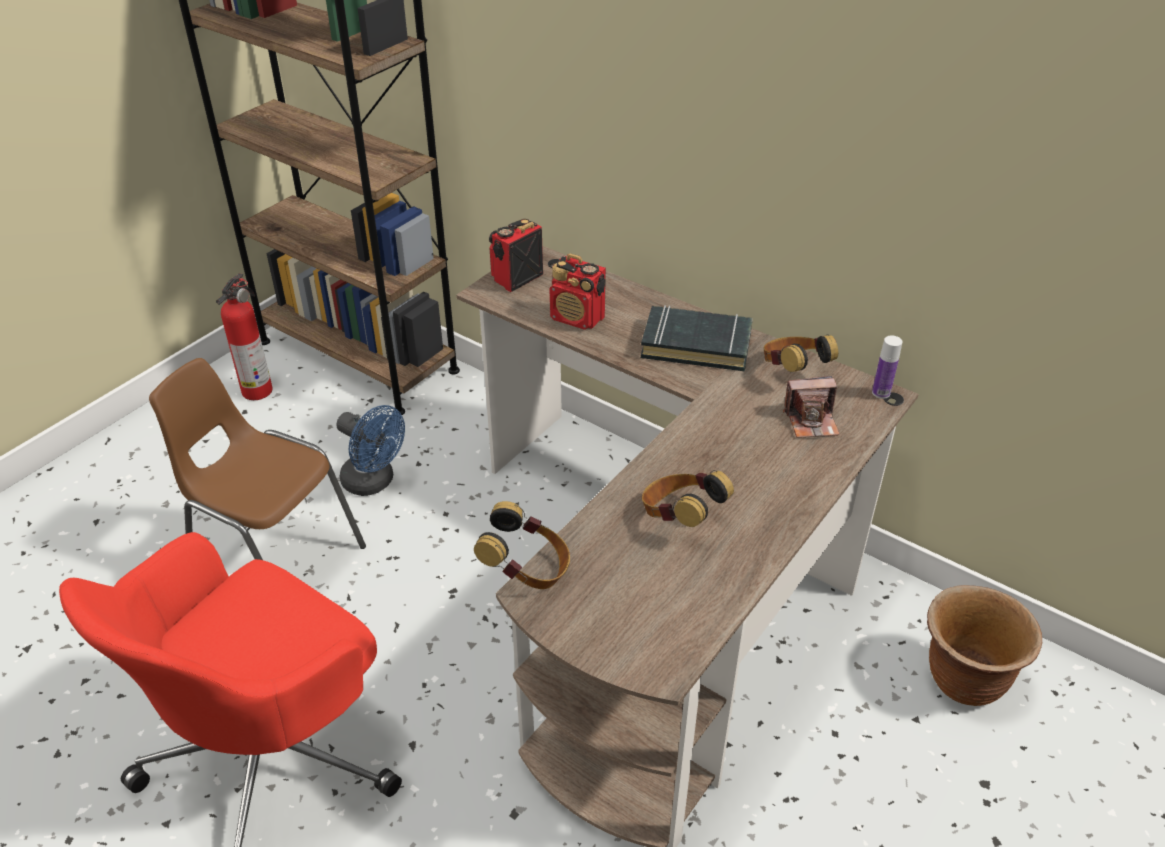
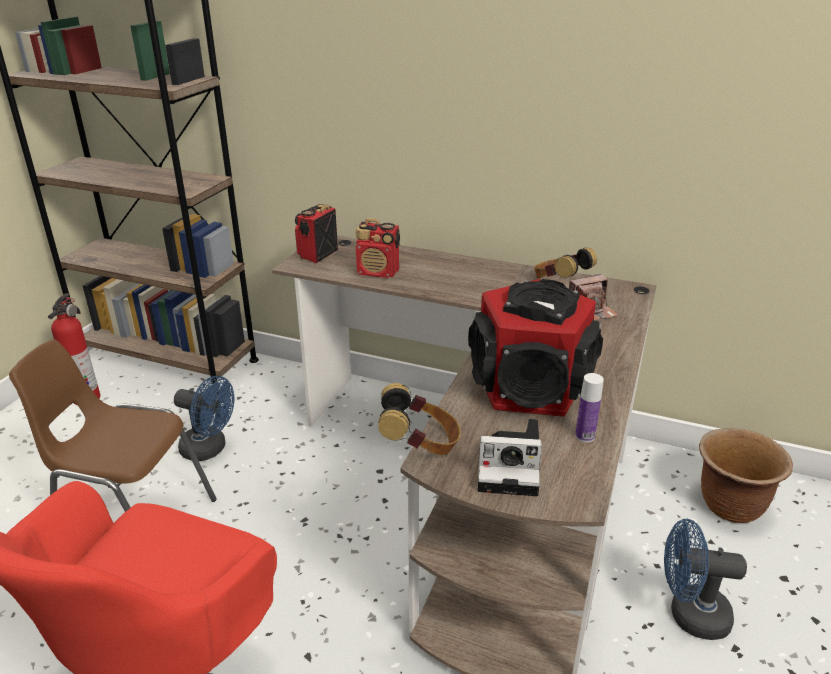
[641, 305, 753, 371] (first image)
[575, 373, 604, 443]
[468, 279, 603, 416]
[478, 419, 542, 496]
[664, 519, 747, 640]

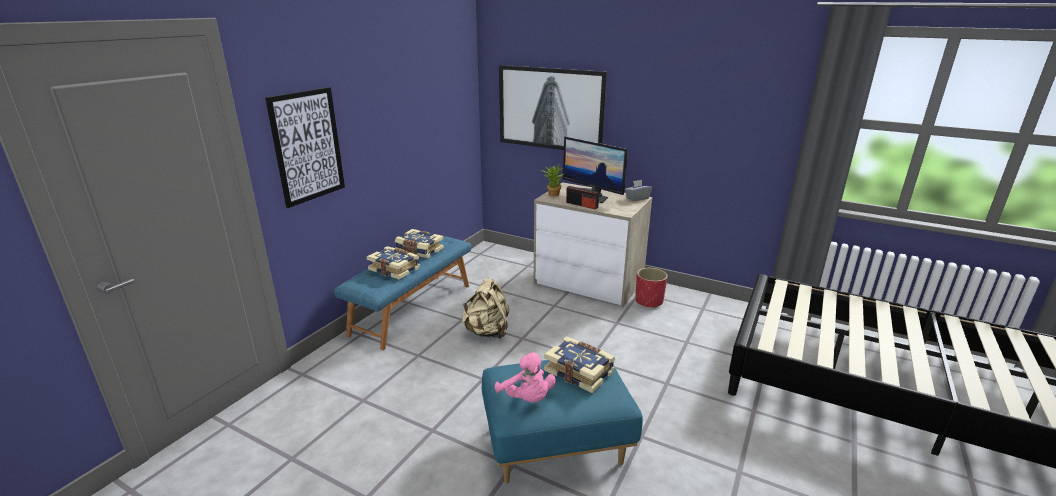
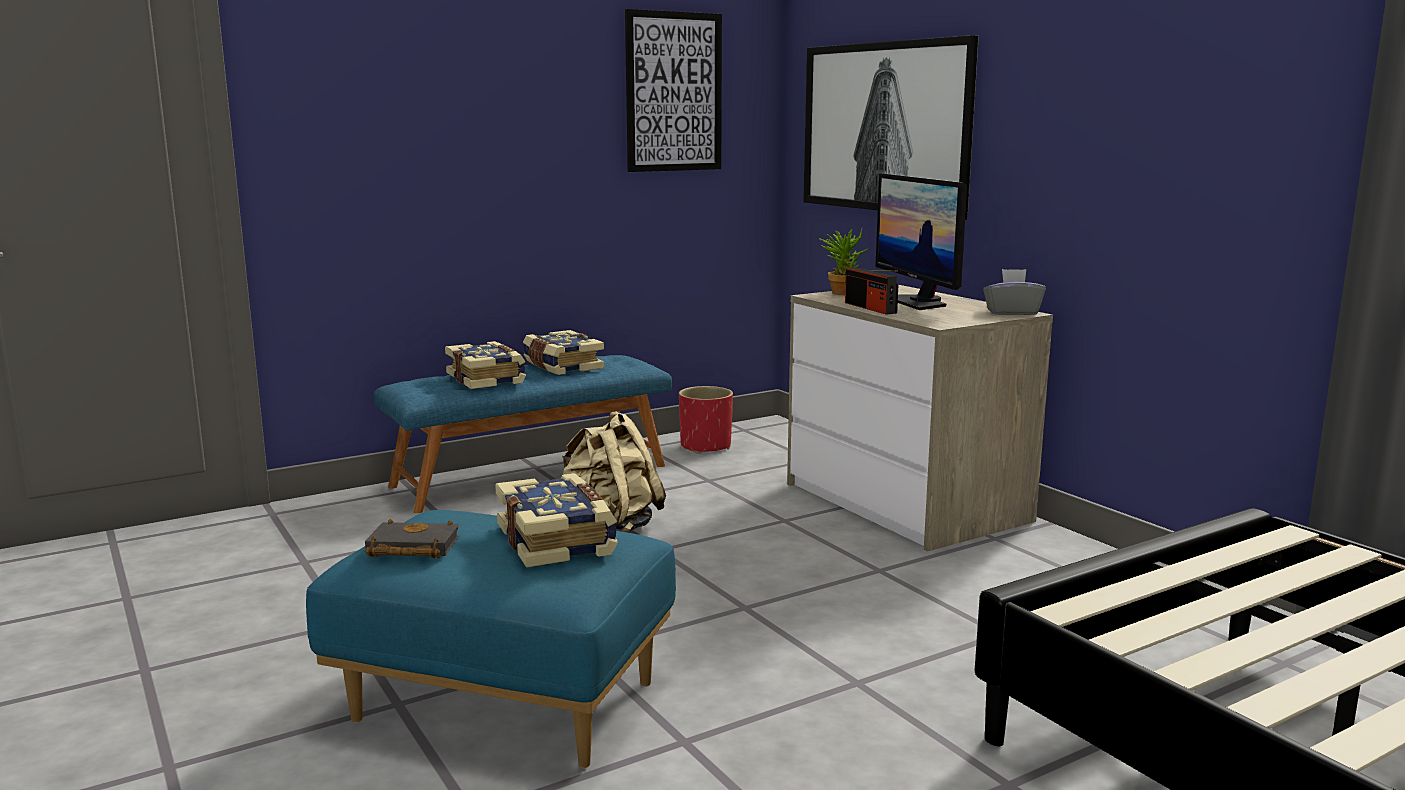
[625, 9, 722, 172]
[679, 386, 733, 454]
[365, 519, 459, 558]

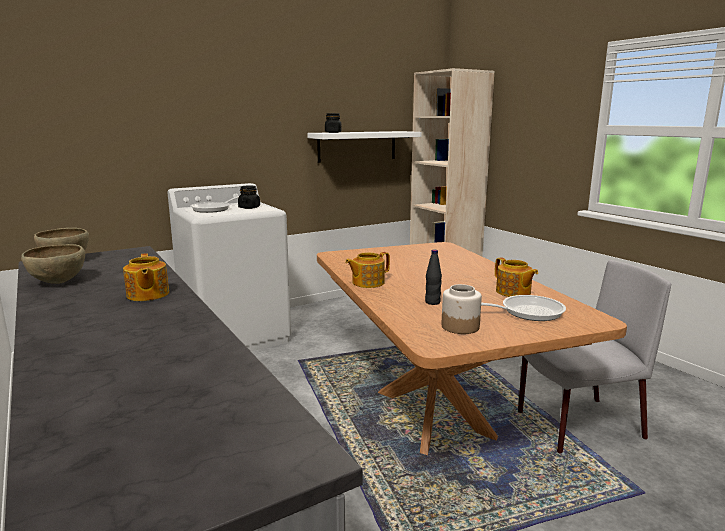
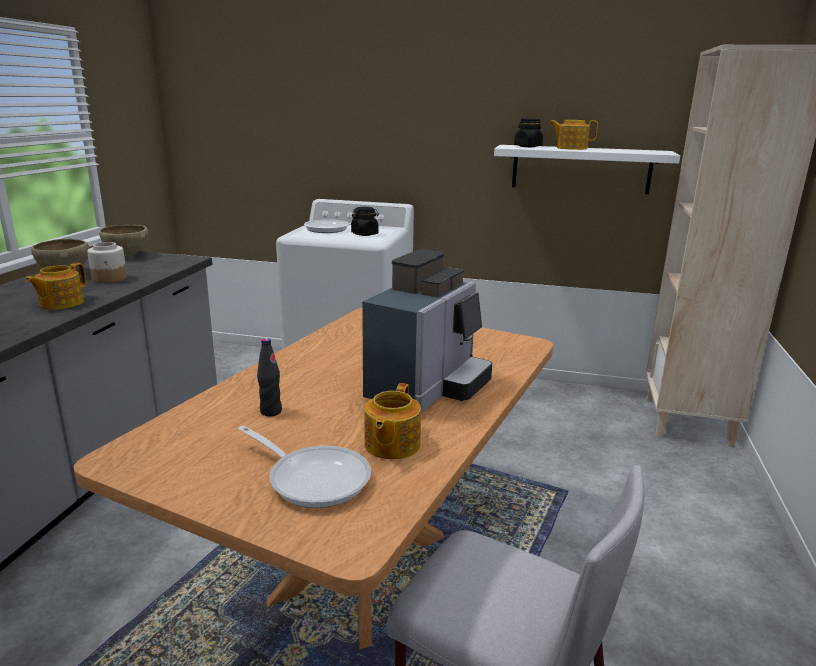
[549, 120, 598, 150]
[87, 242, 127, 283]
[362, 249, 492, 413]

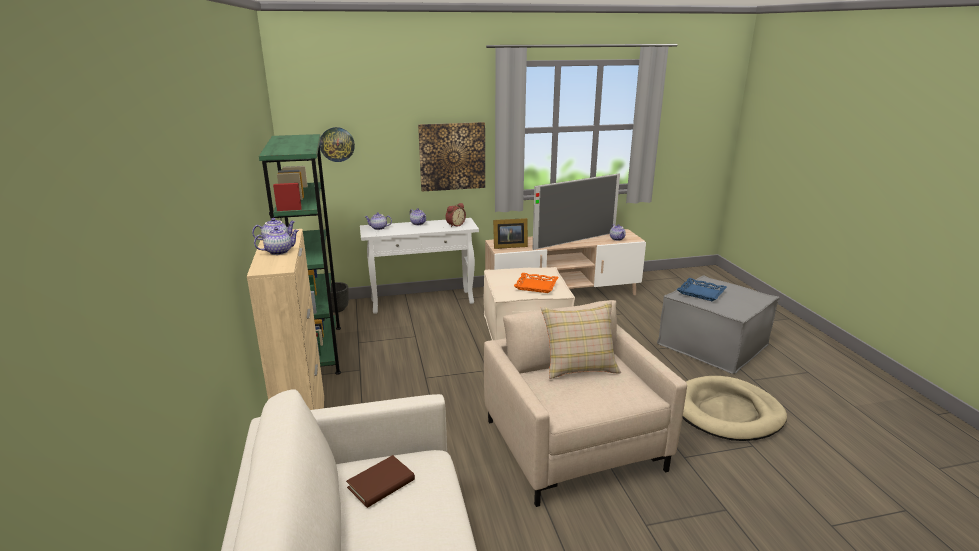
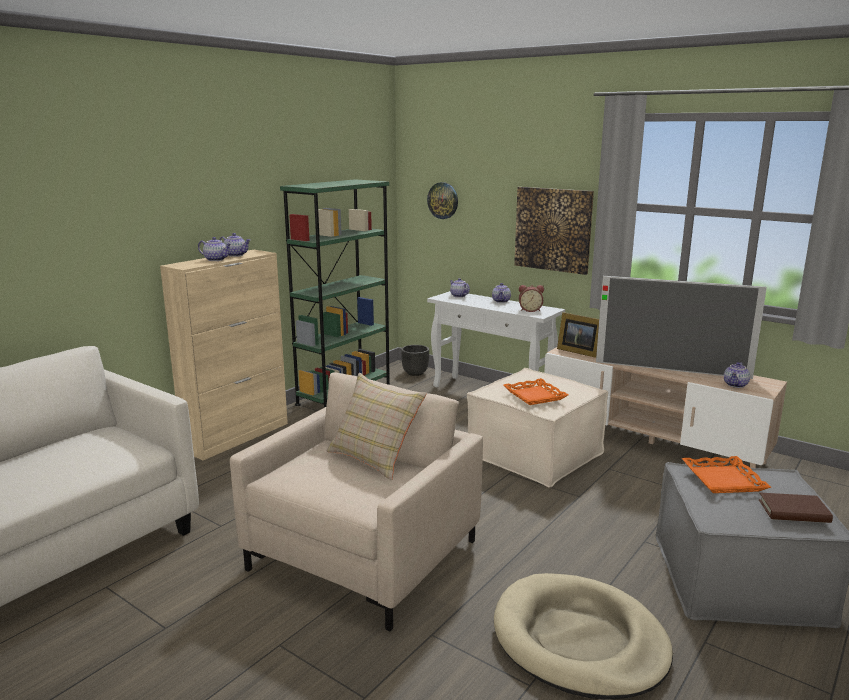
[682, 456, 771, 493]
[759, 493, 833, 523]

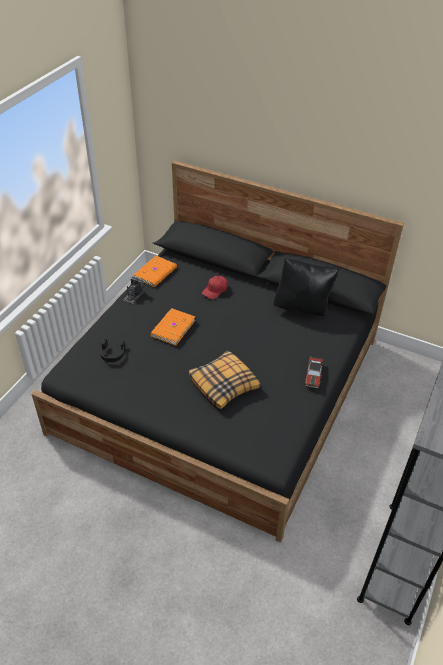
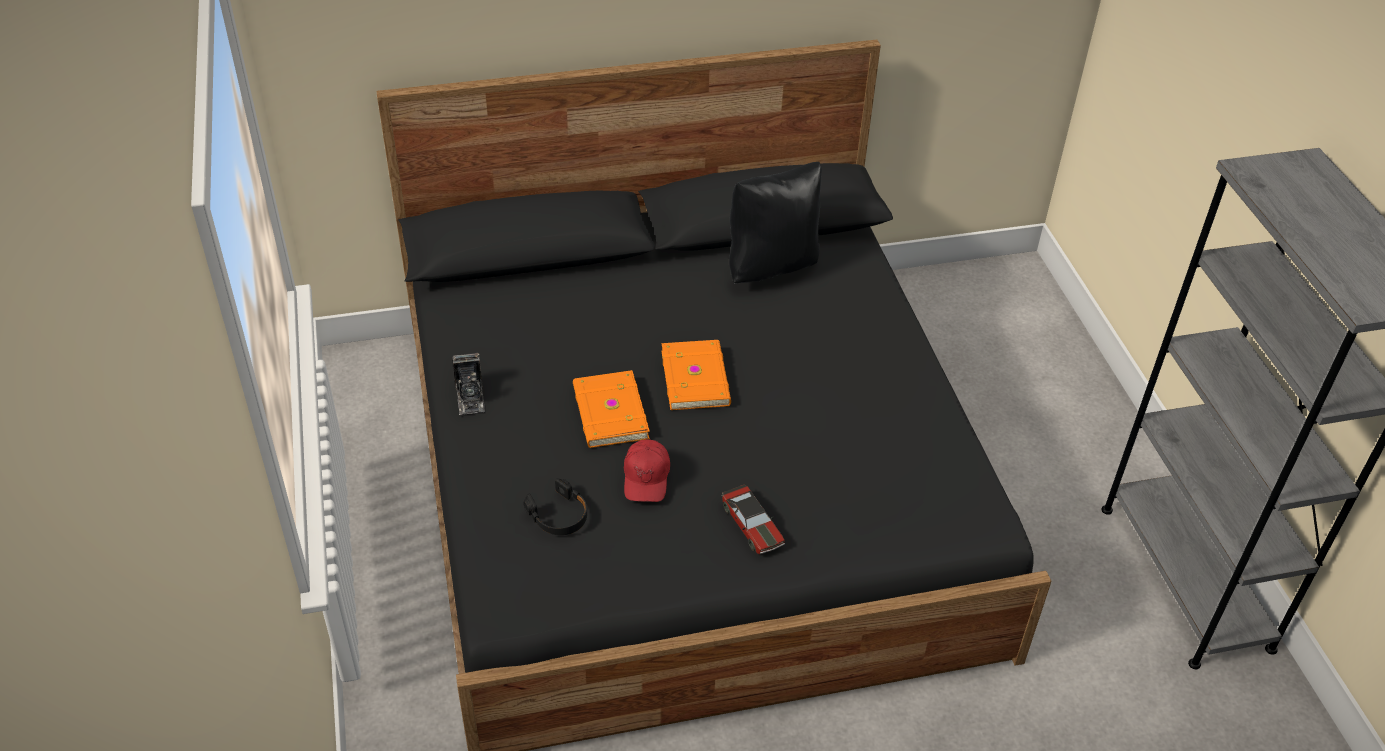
[661, 340, 731, 410]
[624, 439, 670, 502]
[188, 350, 261, 409] (first image)
[722, 484, 785, 554]

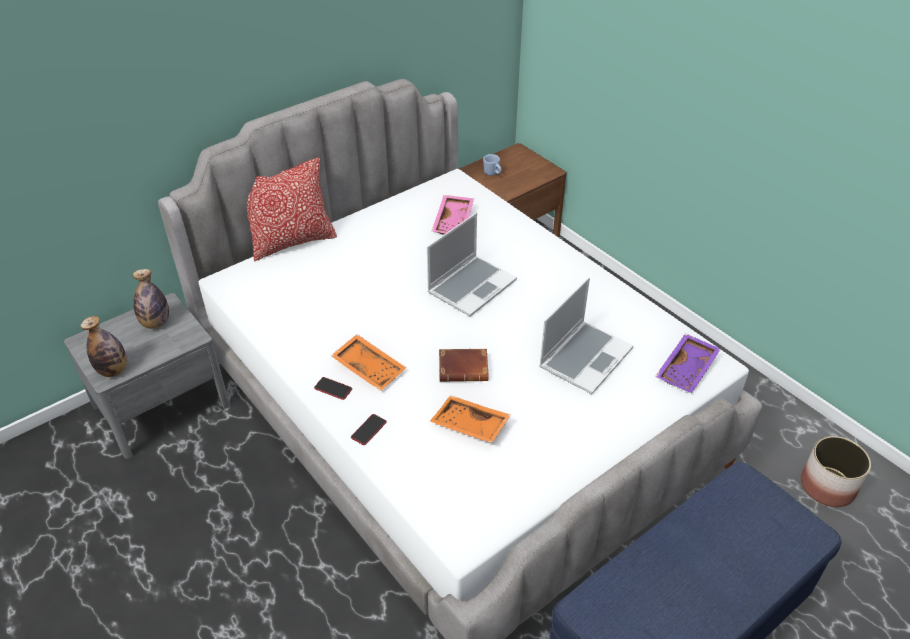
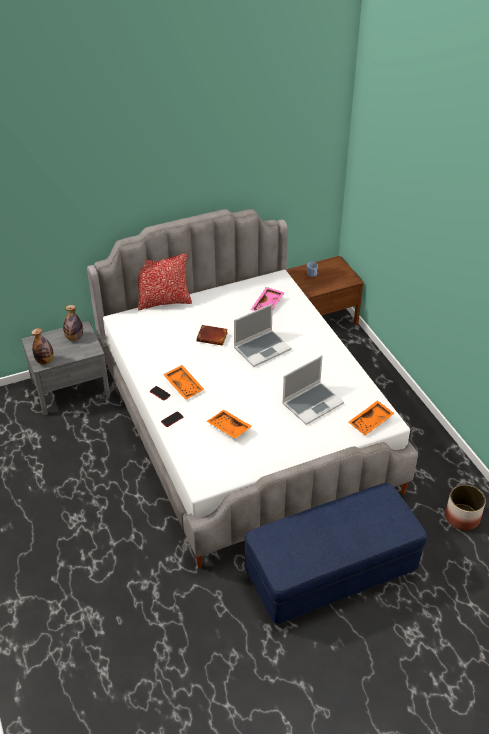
[349, 400, 395, 435]
[196, 325, 228, 346]

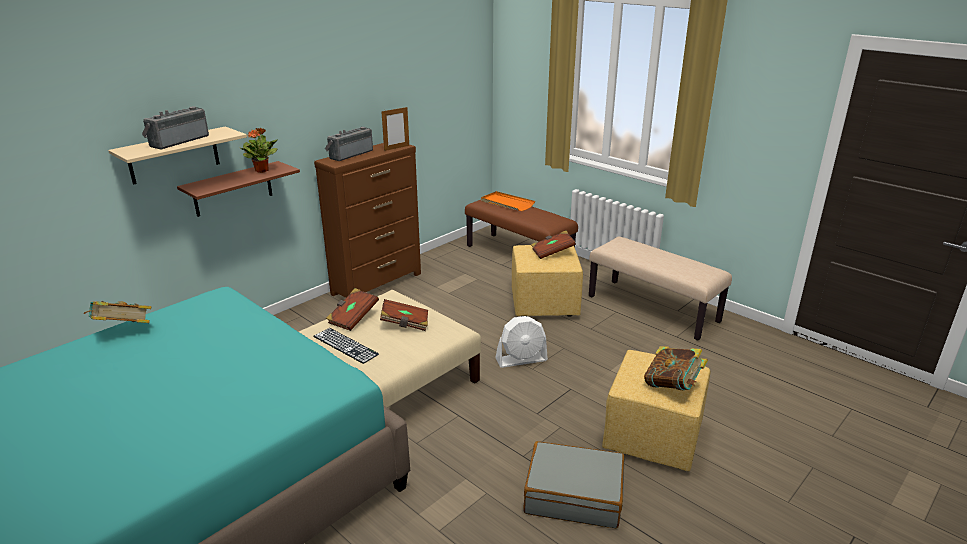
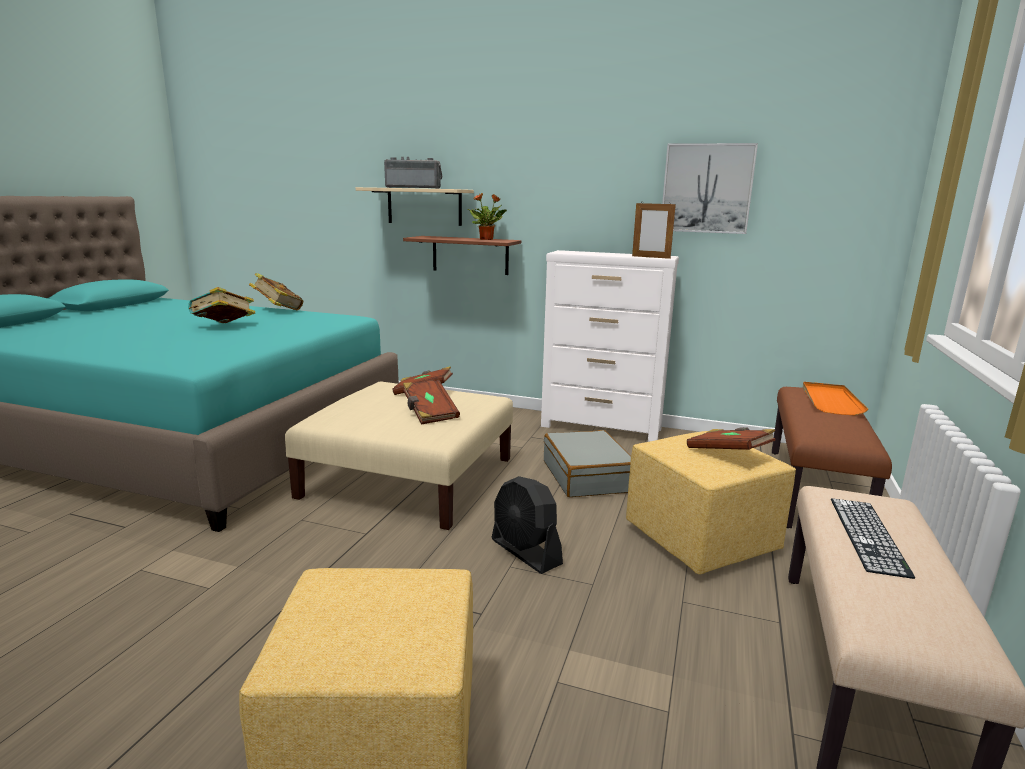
[325, 127, 373, 161] (first image)
[541, 250, 679, 442]
[492, 476, 563, 574]
[831, 498, 915, 579]
[188, 287, 255, 323]
[544, 430, 631, 497]
[662, 143, 758, 234]

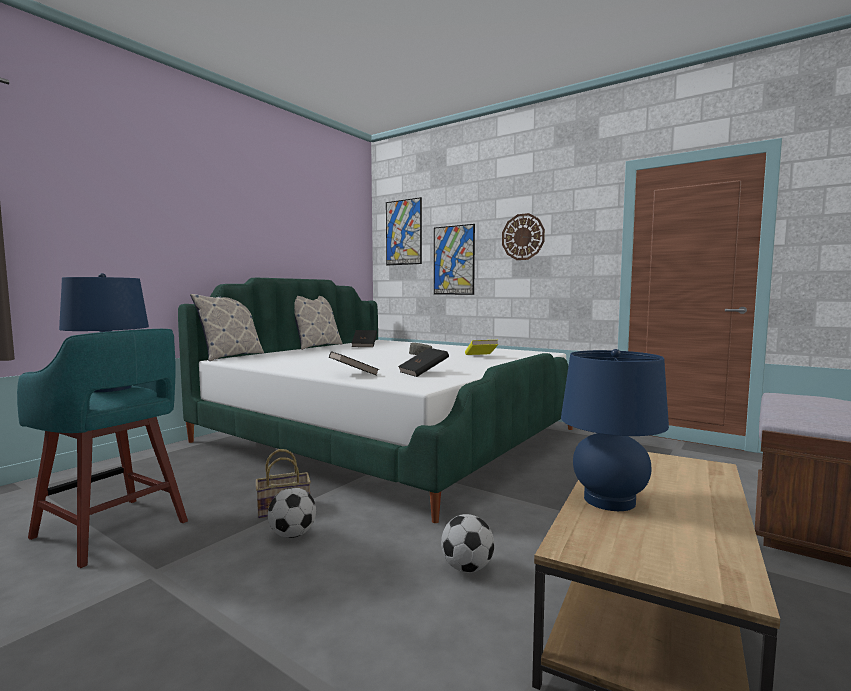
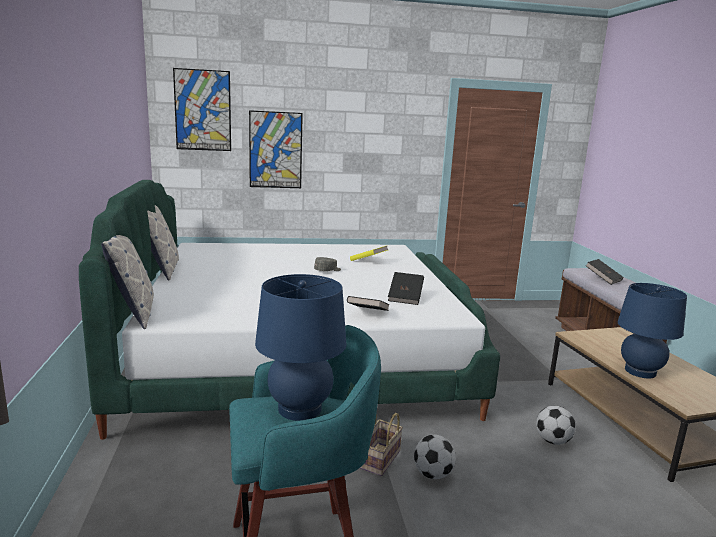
[502, 213, 545, 260] (first image)
[586, 259, 624, 285]

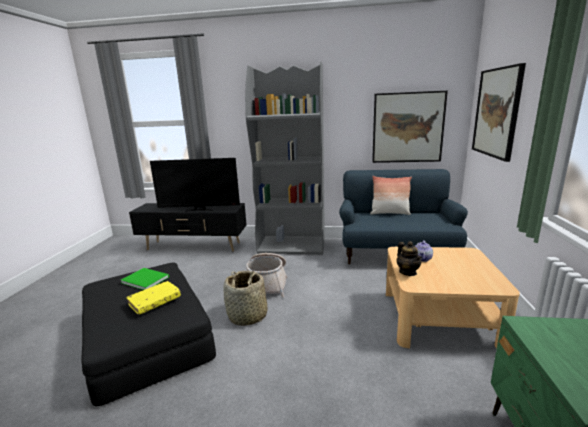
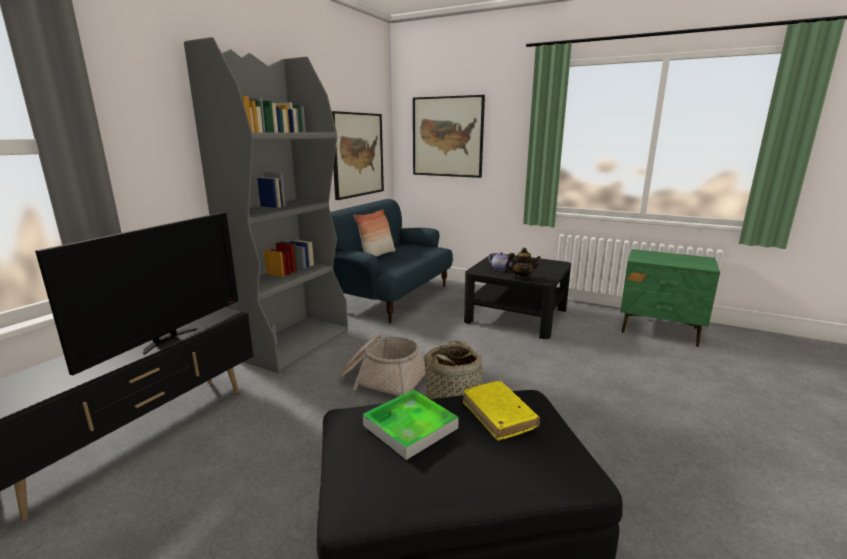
[464, 253, 571, 339]
[363, 389, 459, 460]

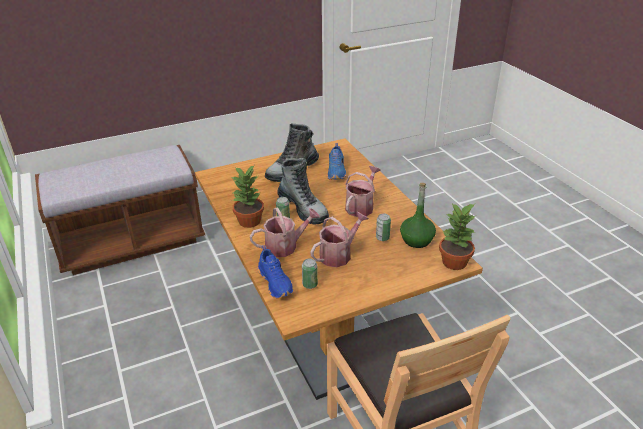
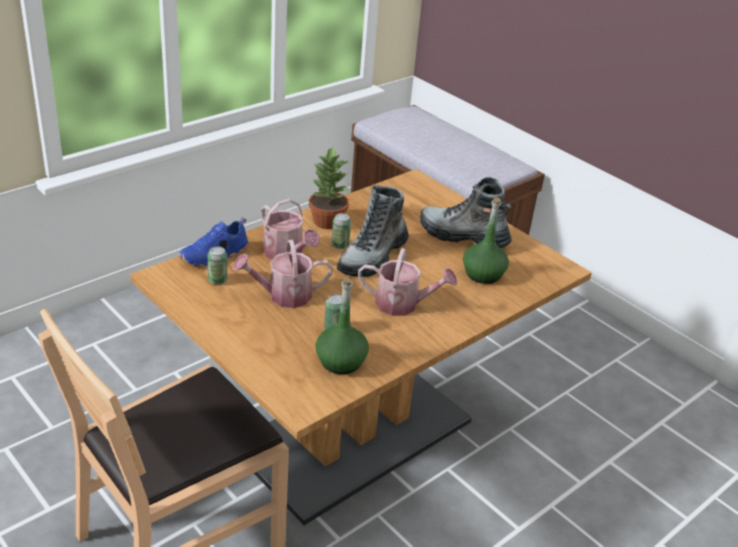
[463, 197, 509, 284]
[439, 204, 475, 270] (first image)
[232, 240, 333, 308]

